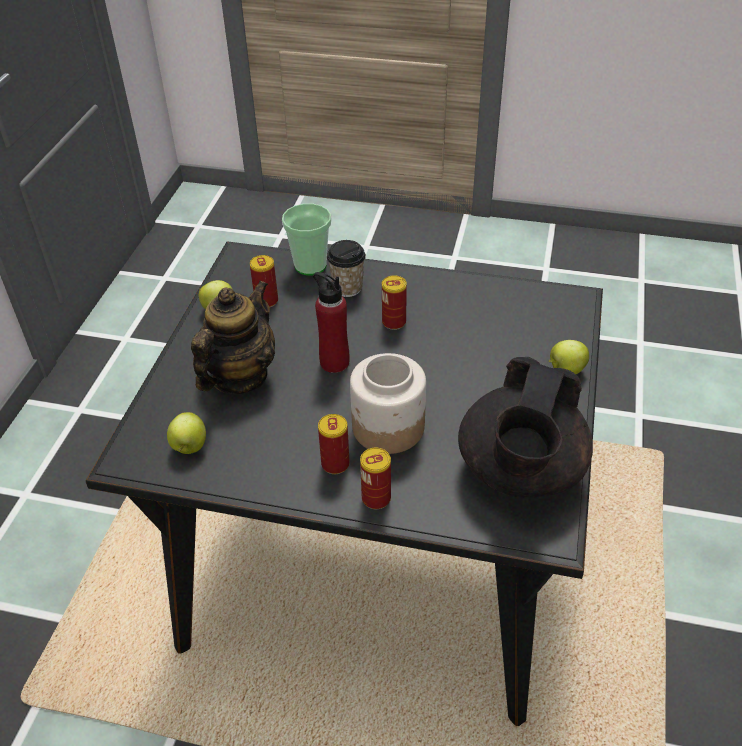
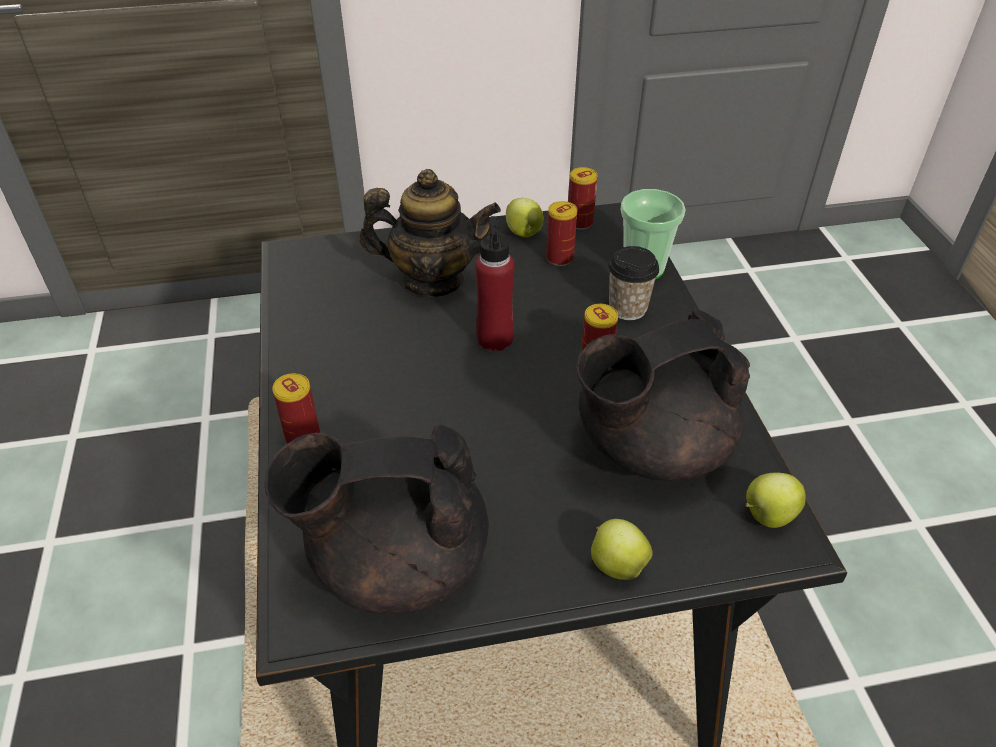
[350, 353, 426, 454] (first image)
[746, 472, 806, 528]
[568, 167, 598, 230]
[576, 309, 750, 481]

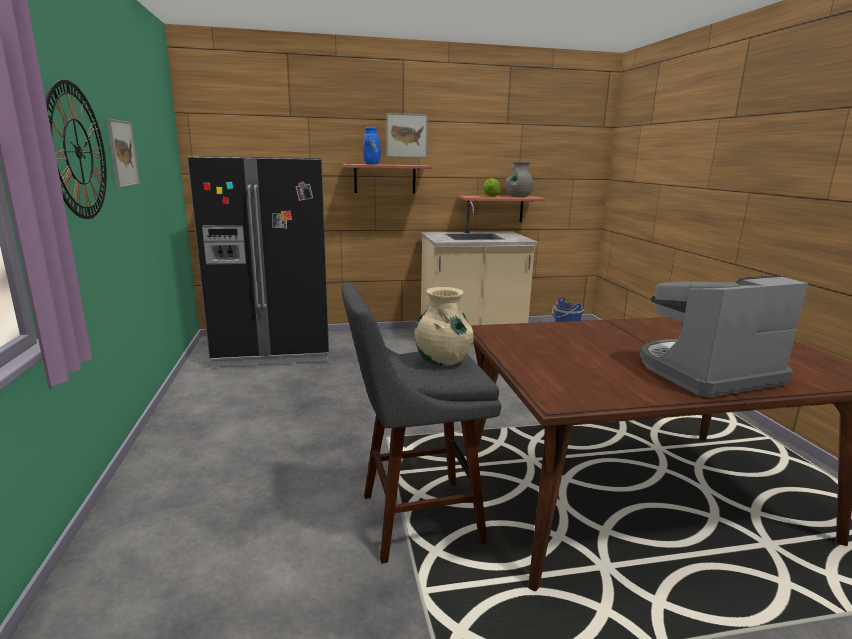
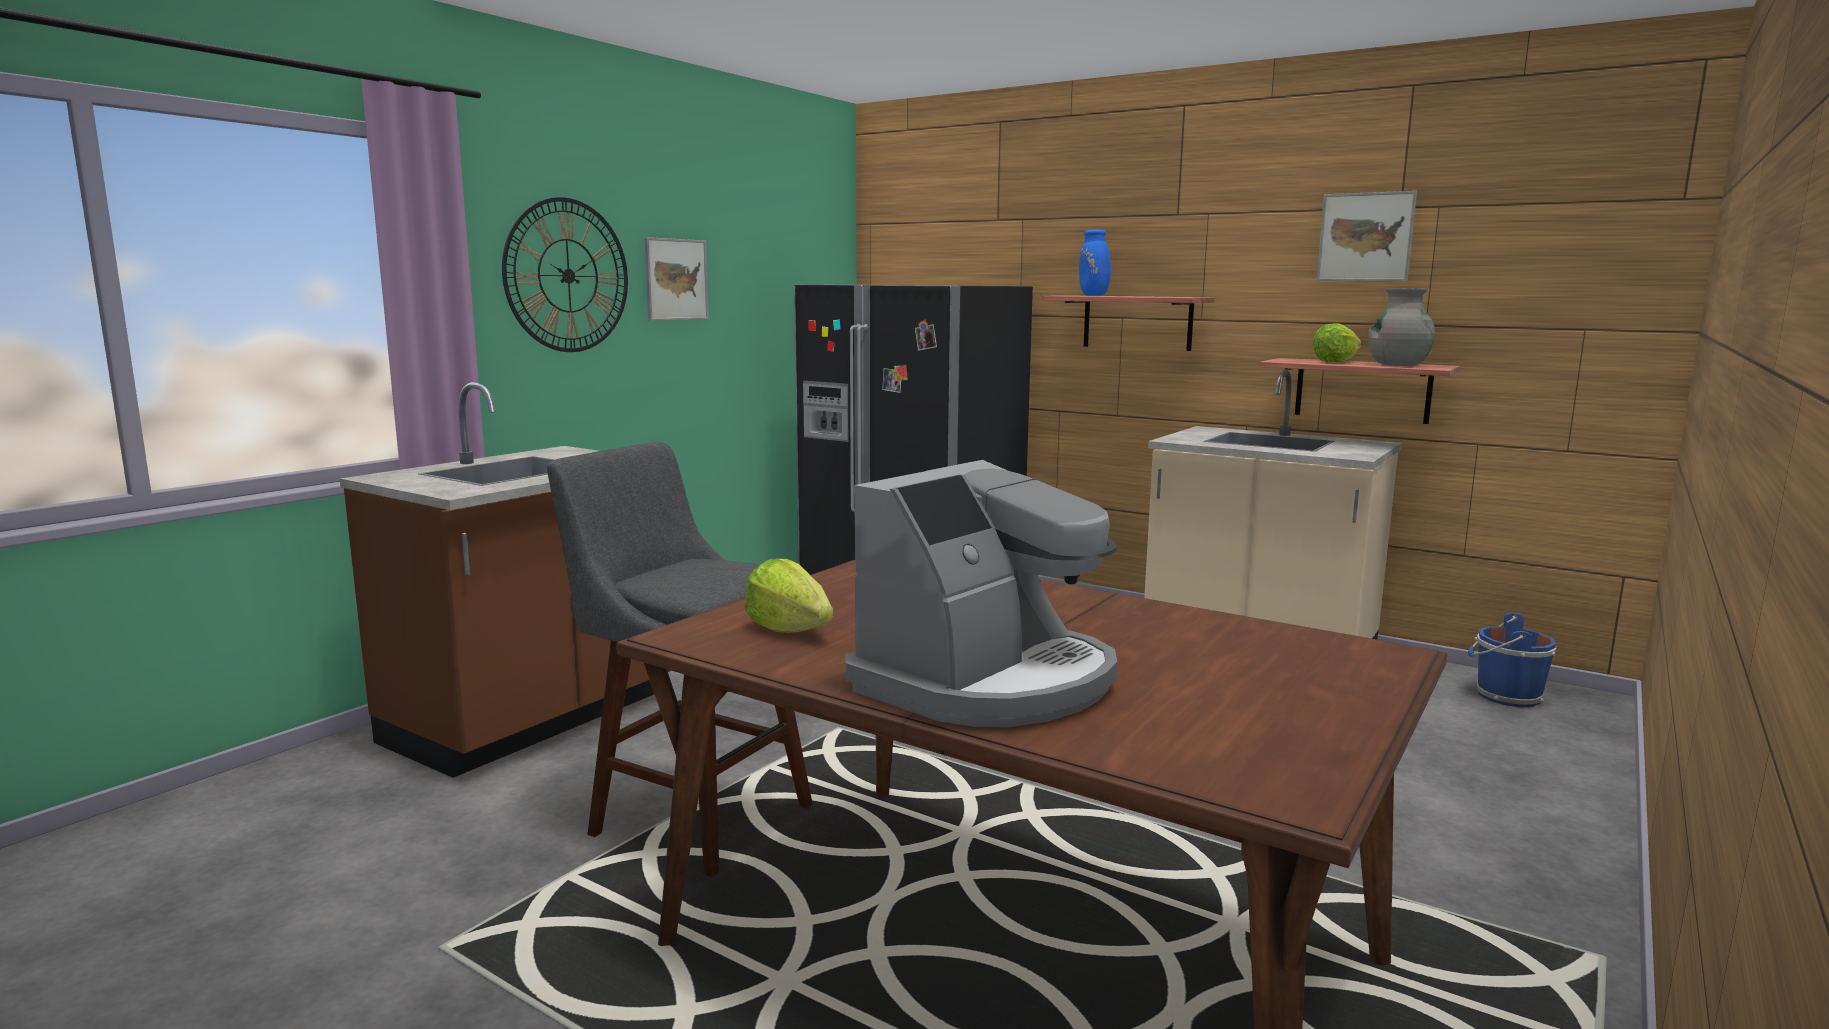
[1316, 191, 1417, 281]
[846, 460, 1117, 727]
[415, 287, 474, 366] (first image)
[340, 382, 671, 778]
[745, 559, 833, 633]

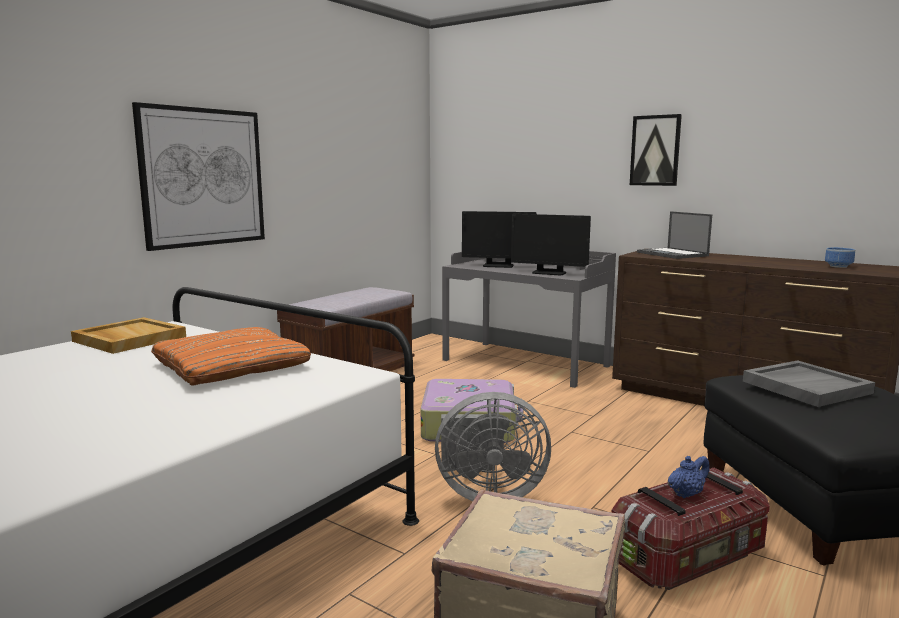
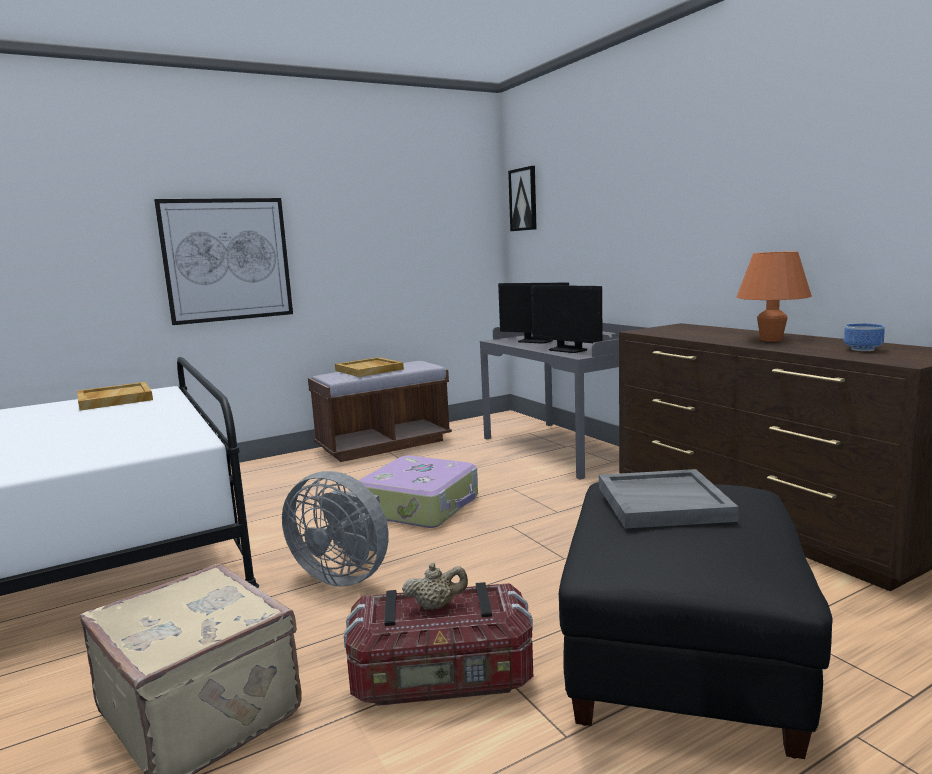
[508, 166, 537, 231]
[637, 211, 712, 259] (first image)
[151, 327, 311, 386] (first image)
[402, 563, 468, 610]
[736, 251, 812, 341]
[335, 357, 404, 377]

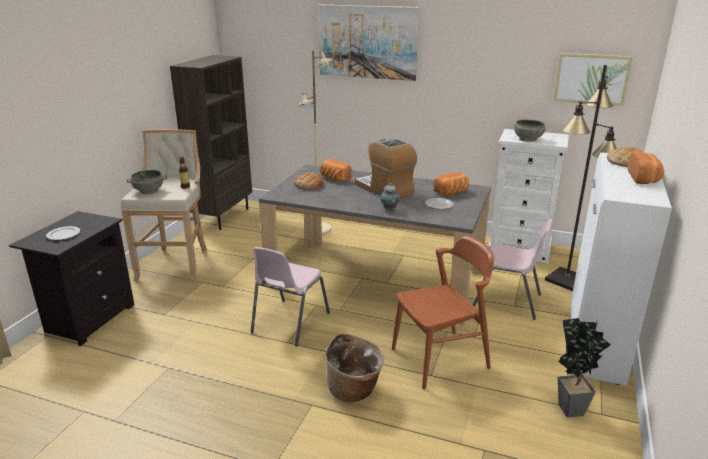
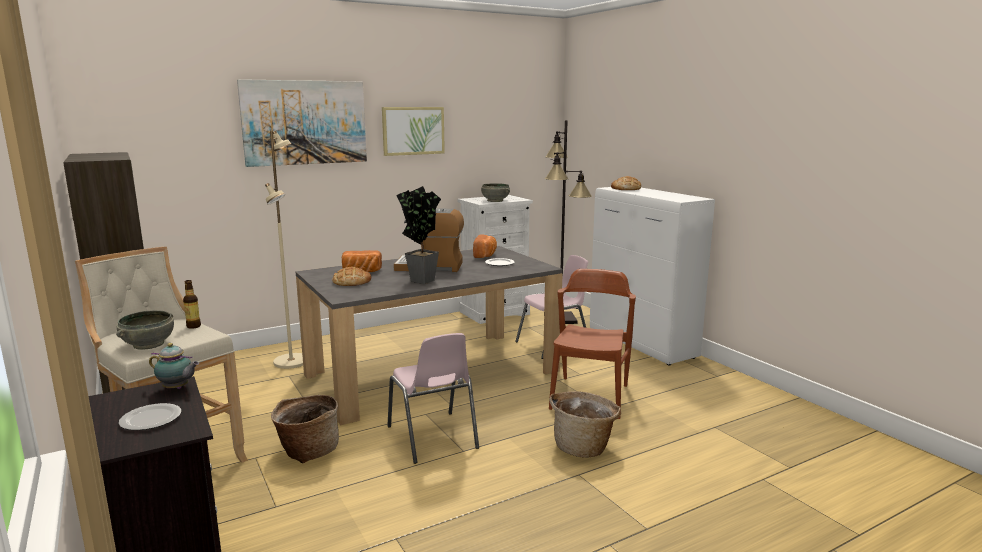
[382, 107, 445, 156]
[628, 151, 664, 184] (first image)
[149, 343, 199, 389]
[396, 186, 441, 284]
[271, 395, 339, 463]

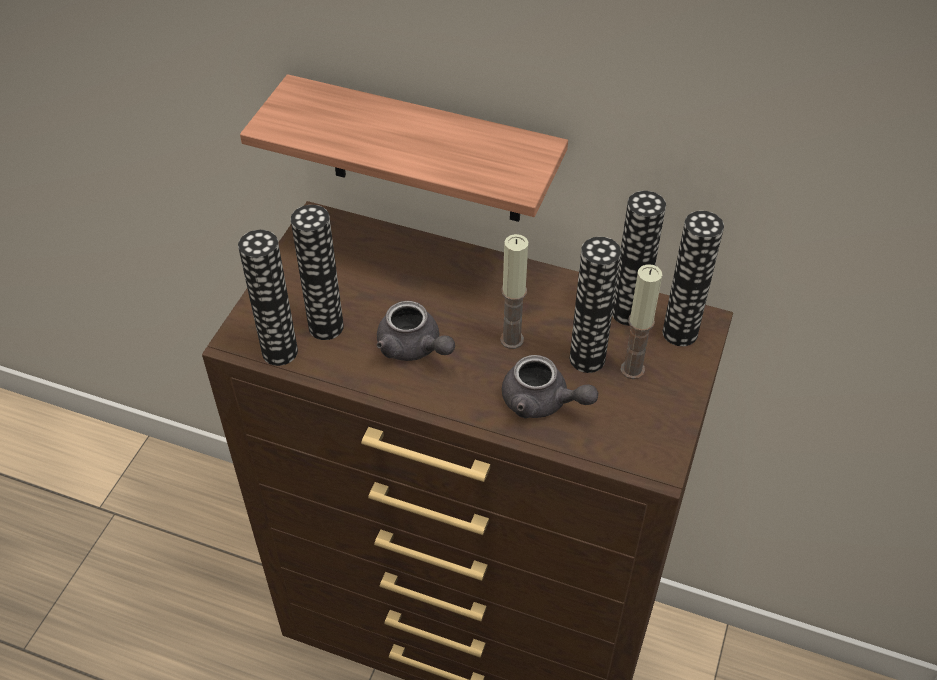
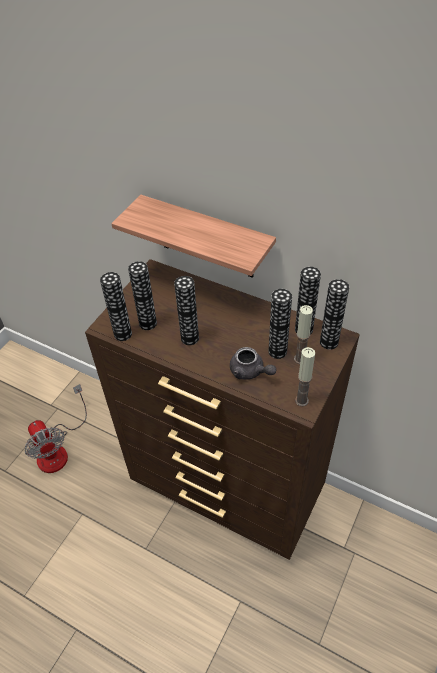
[295, 347, 315, 406]
[174, 276, 199, 345]
[25, 384, 87, 473]

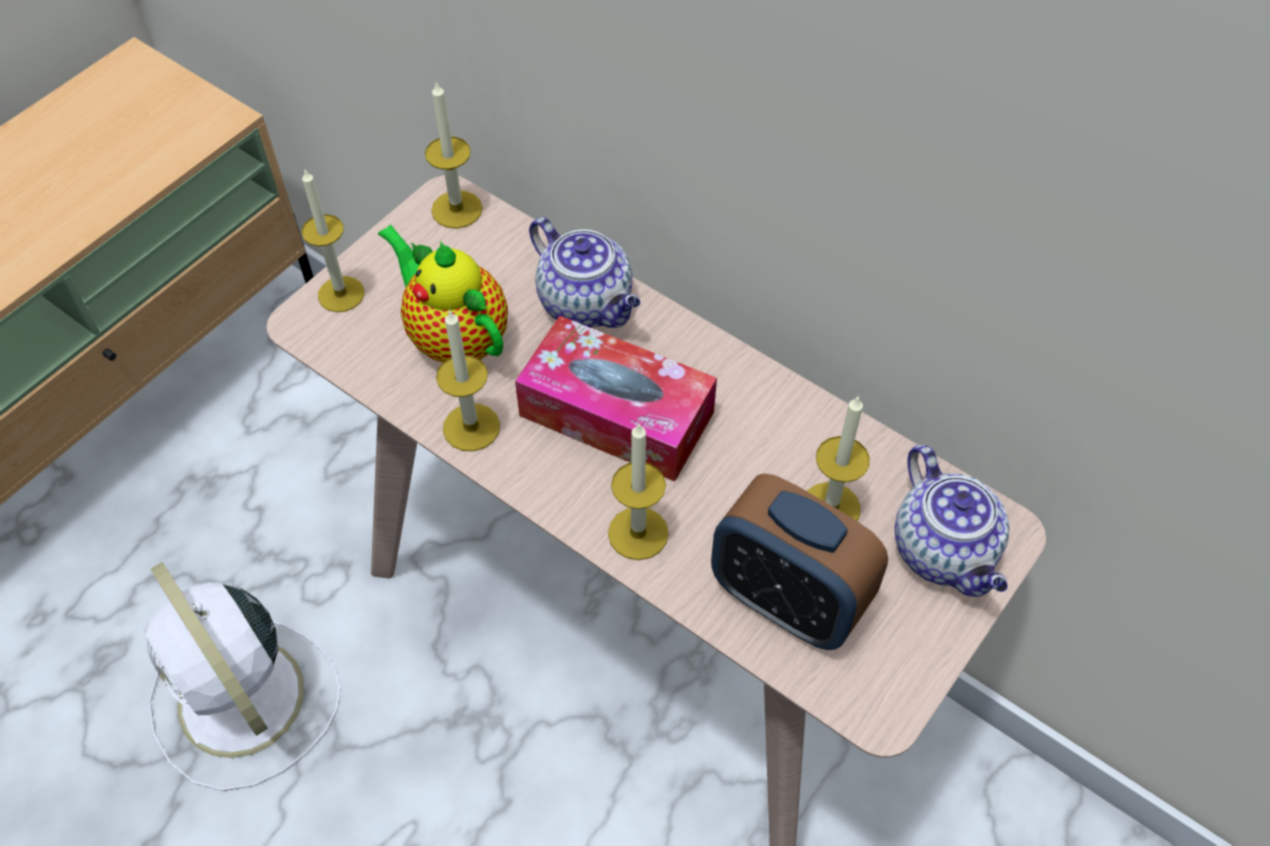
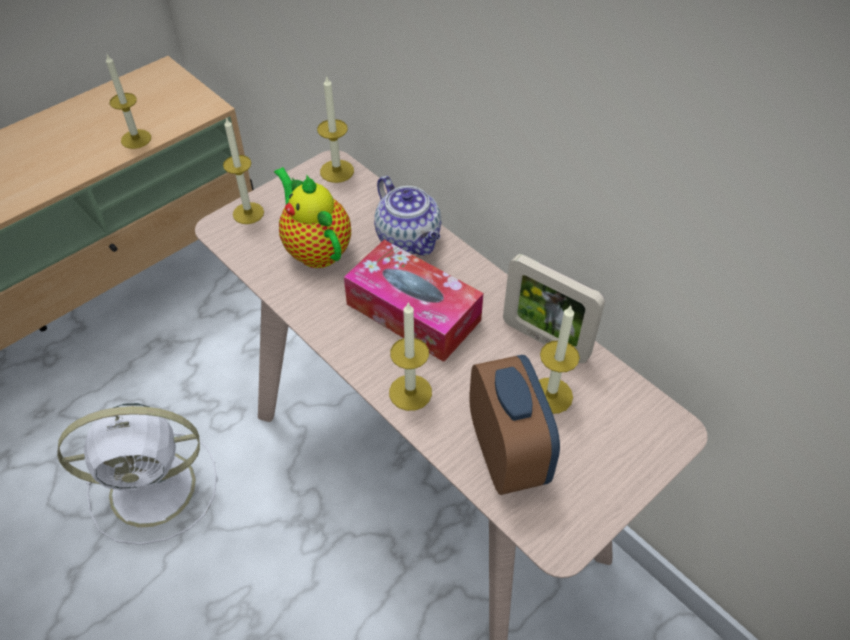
[106, 55, 151, 149]
[895, 445, 1009, 597] (first image)
[469, 355, 560, 495]
[57, 403, 217, 545]
[503, 254, 605, 363]

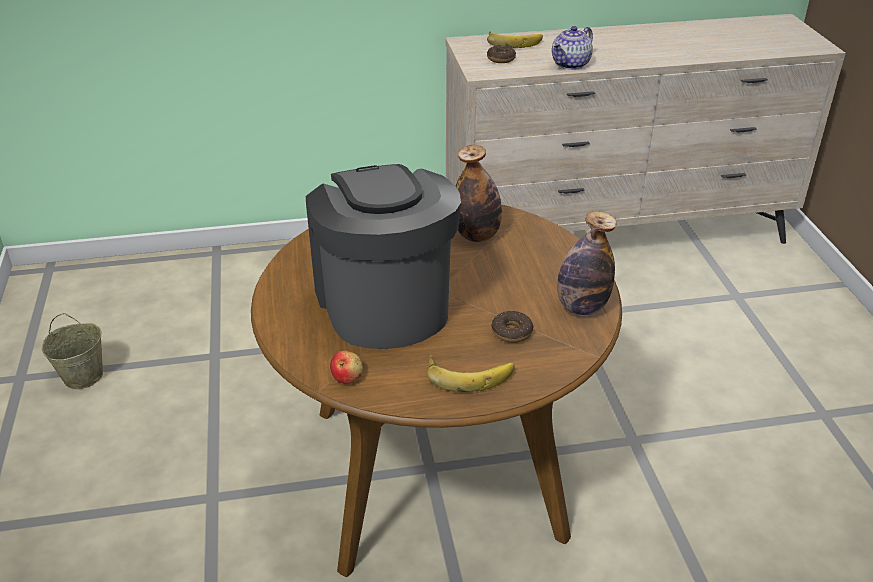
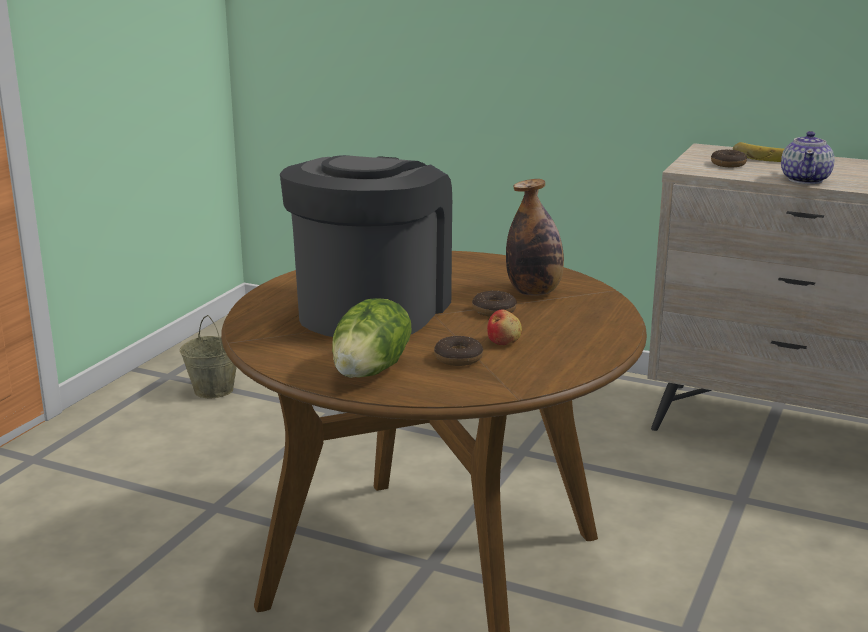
[781, 131, 835, 184]
[557, 211, 617, 315] (first image)
[487, 309, 522, 345]
[332, 298, 412, 378]
[472, 291, 517, 317]

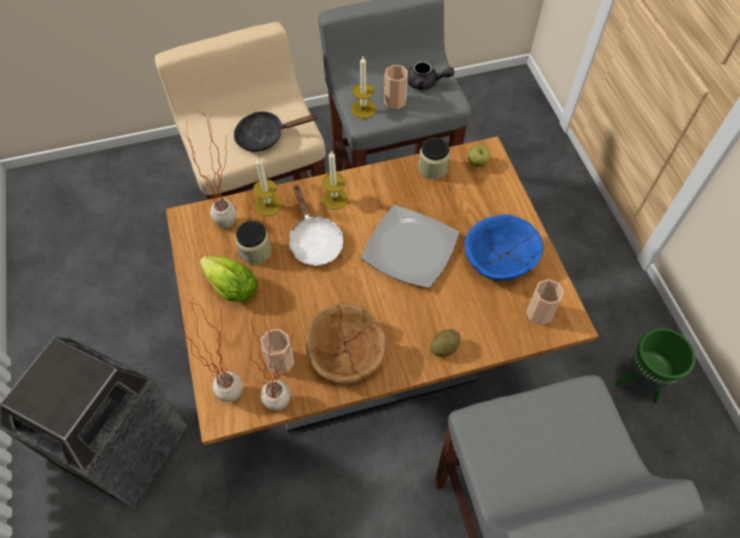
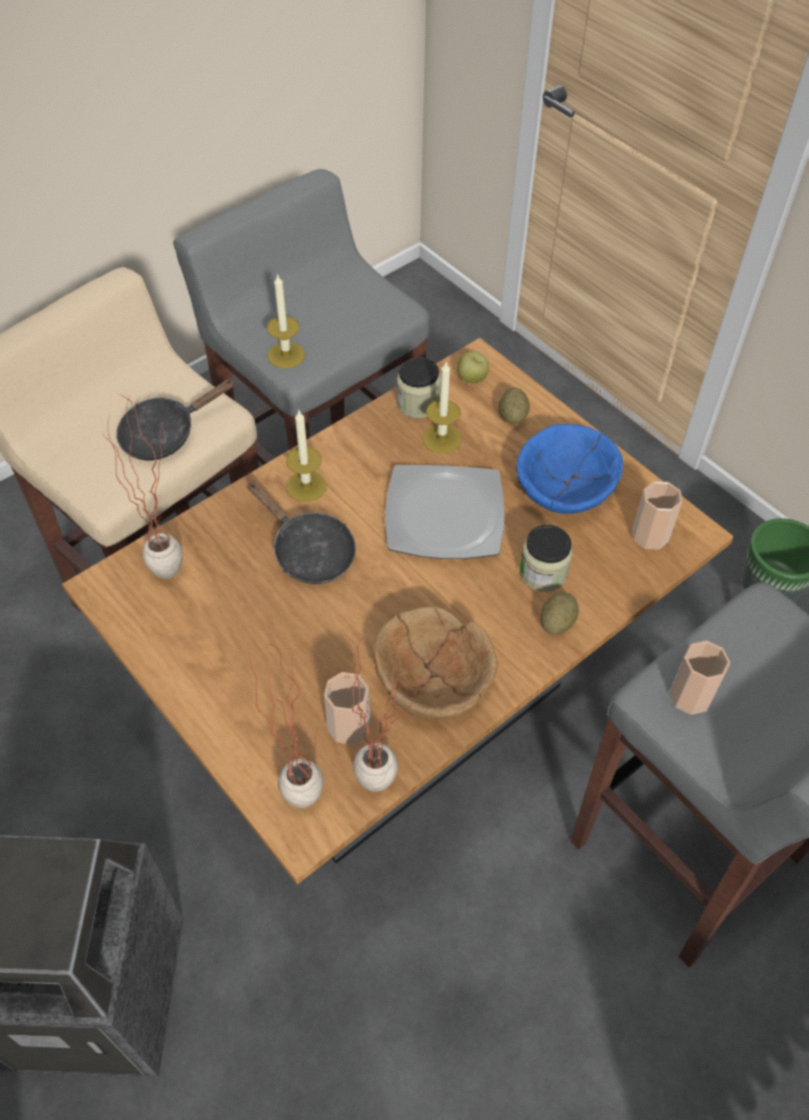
[407, 60, 454, 90] (first image)
[669, 641, 730, 715]
[422, 362, 461, 453]
[247, 481, 356, 584]
[519, 525, 573, 592]
[199, 256, 258, 302] (first image)
[498, 387, 530, 425]

